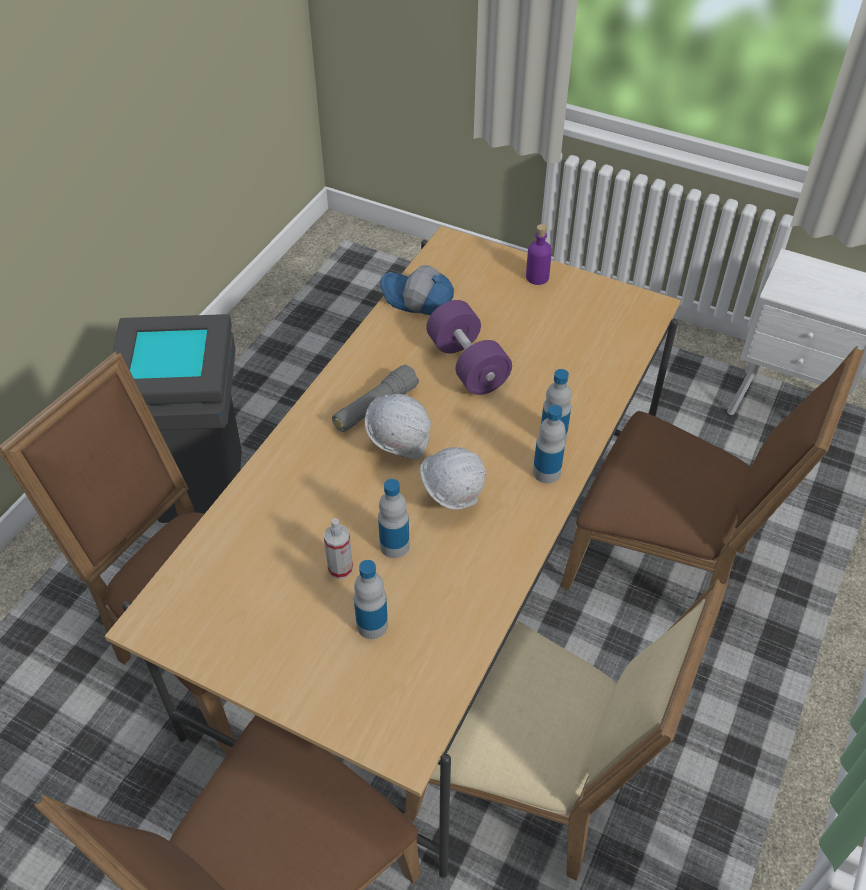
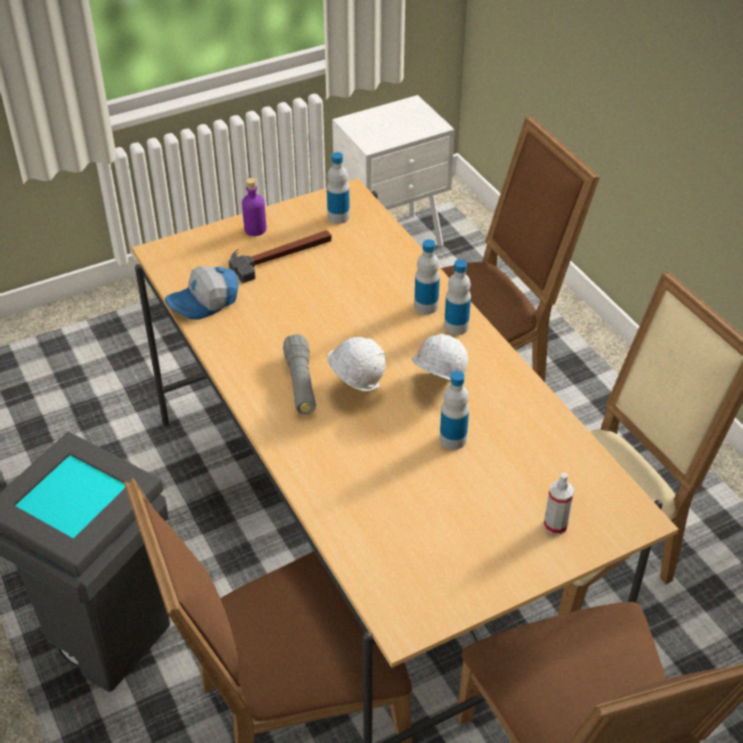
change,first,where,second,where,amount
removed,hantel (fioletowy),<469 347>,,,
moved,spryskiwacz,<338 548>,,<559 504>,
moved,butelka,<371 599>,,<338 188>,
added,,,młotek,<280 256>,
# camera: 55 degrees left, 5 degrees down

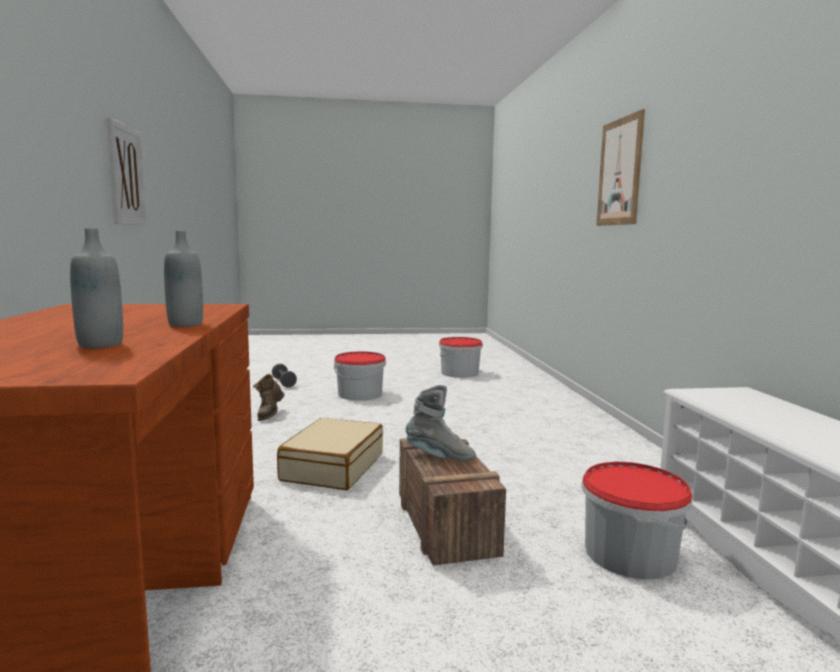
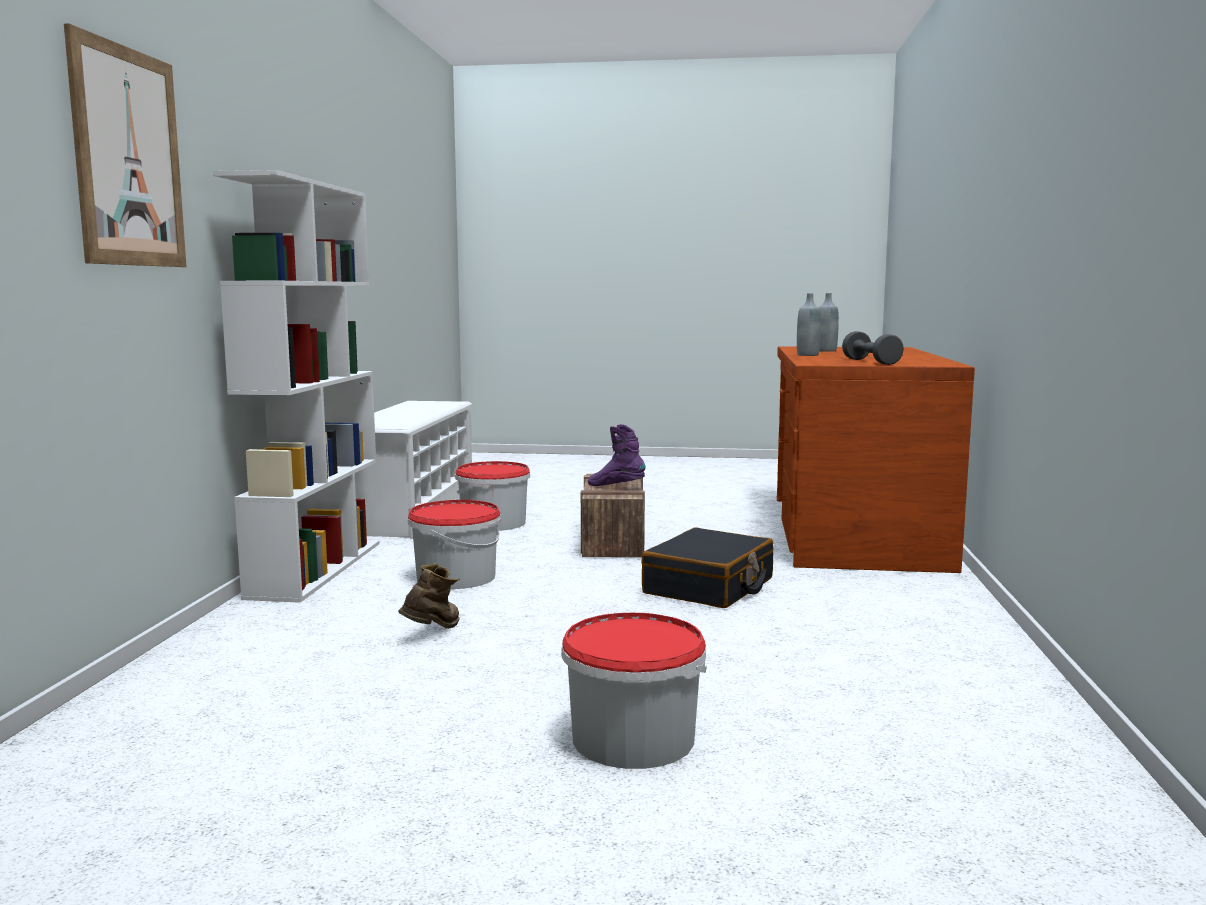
change,first,where,second,where,amount
removed,obraz,<126 171>,,,
moved,wiadro,<461 357>,,<454 544>,
moved,hantel (szary),<284 375>,,<873 348>,
moved,but z cholewką (brązowy),<269 397>,,<429 596>,
recoloured,but z cholewką (szary),<441 423>,but z cholewką (fioletowy),<616 455>,
recoloured,walizka (beżowy),<330 454>,walizka (czarny),<707 567>,
added,,,regał (biały),<296 386>,
# camera: 165 degrees left, 0 degrees up

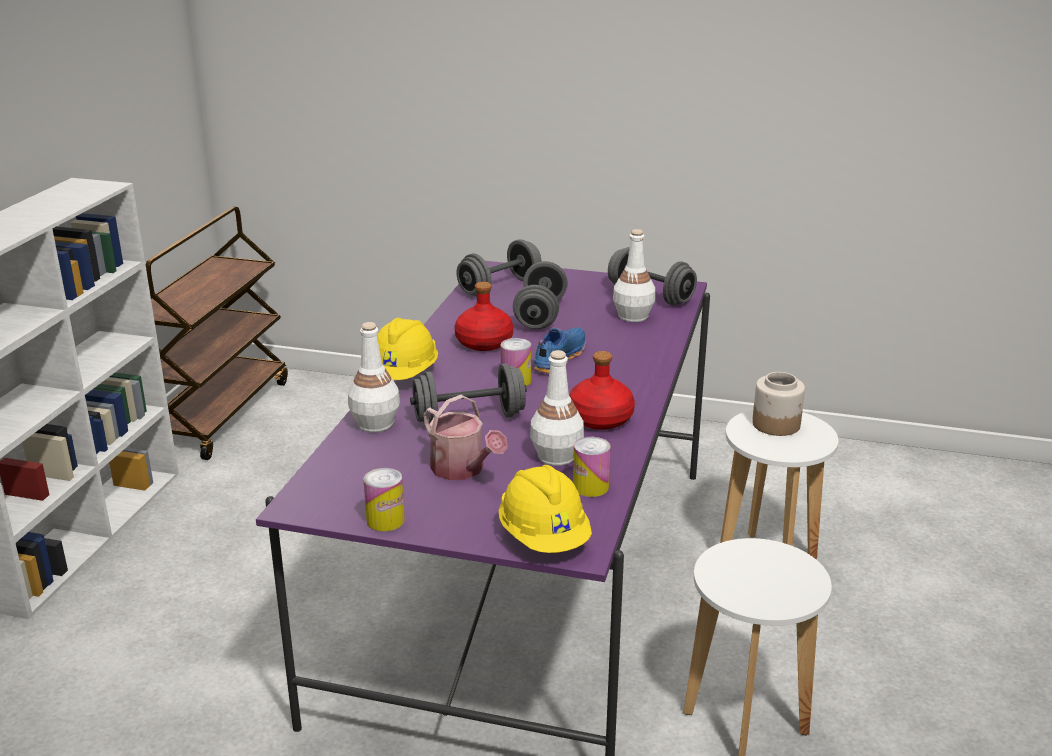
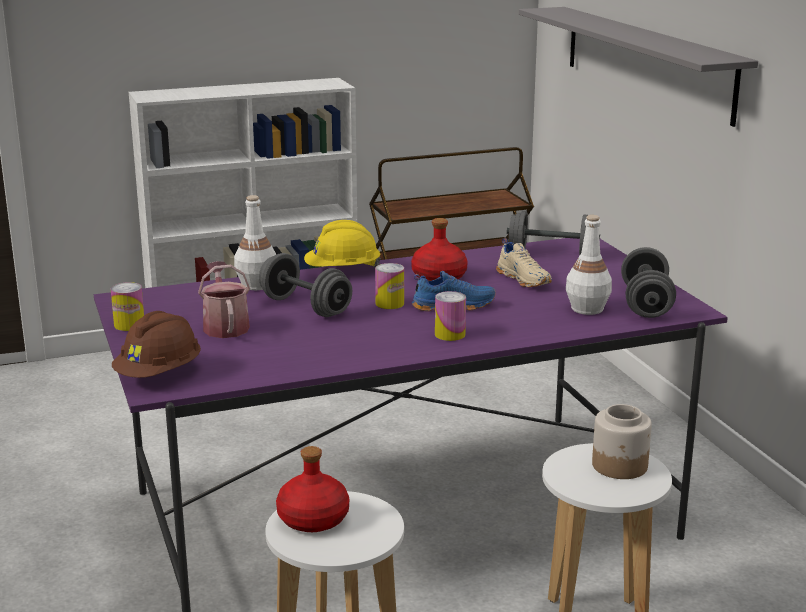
change,first,where,second,where,amount
replaced,hantel (szary),<540 295>,but (beżowy),<524 262>,
removed,butelka (biały),<557 408>,,,
moved,butelka (czerwony),<602 390>,,<312 489>,
turned,konewka,<465 437>,,<224 299>,150 degrees clockwise
moved,puszka,<592 467>,,<450 316>,
recoloured,kask (żółty),<545 509>,kask (brązowy),<156 344>,
added,,,półka (szary),<638 67>,
# camera: 55 degrees right, 5 degrees down

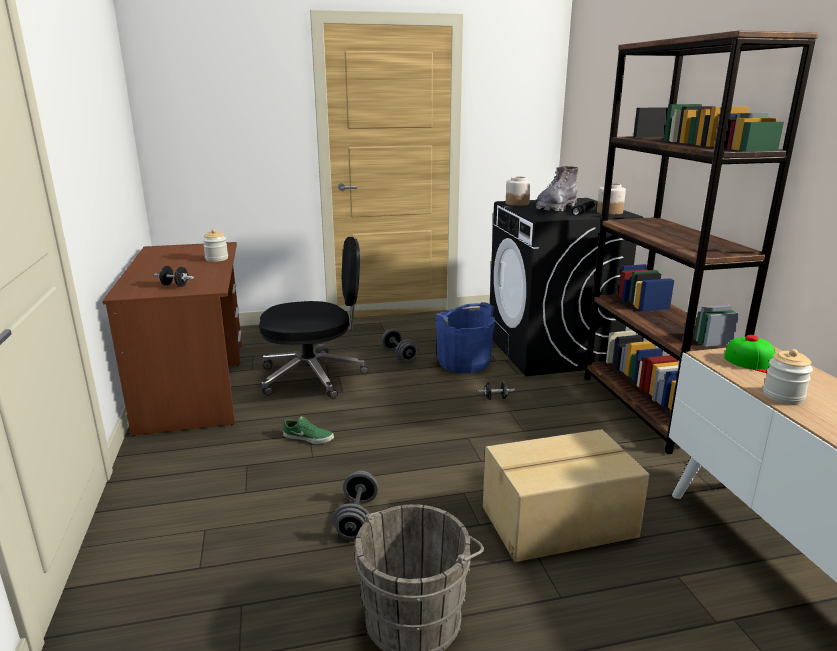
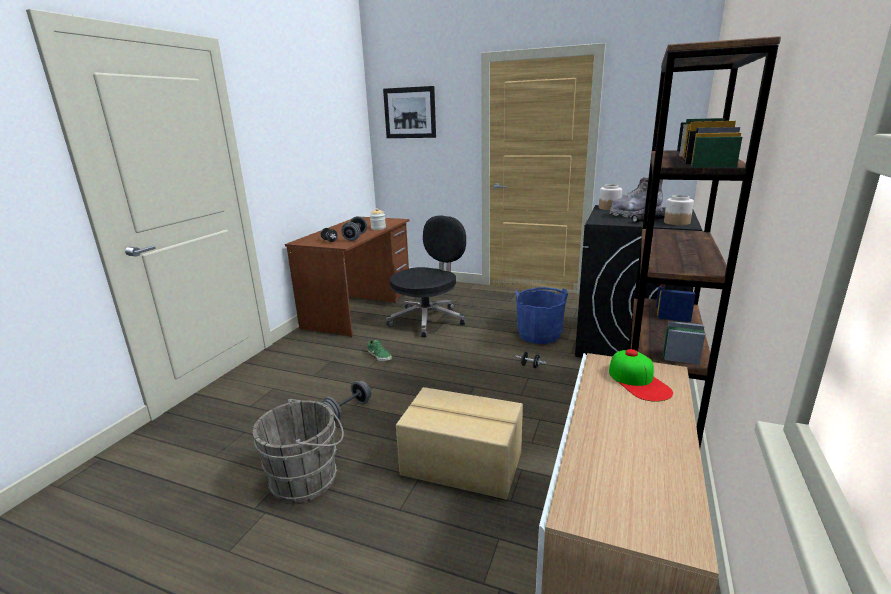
change,first,where,second,where,amount
turned,krzesło biurowe (czarny),<314 318>,,<426 276>,75 degrees counterclockwise
moved,hantel (szary),<399 345>,,<354 228>,
removed,słoik,<788 376>,,,
added,,,obraz,<409 112>,
# camera: 35 degrees right, 0 degrees up

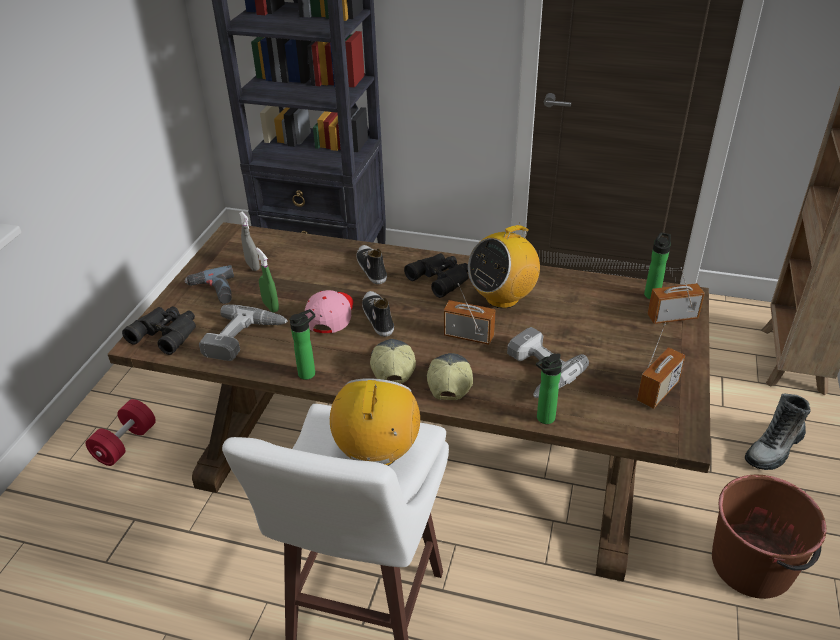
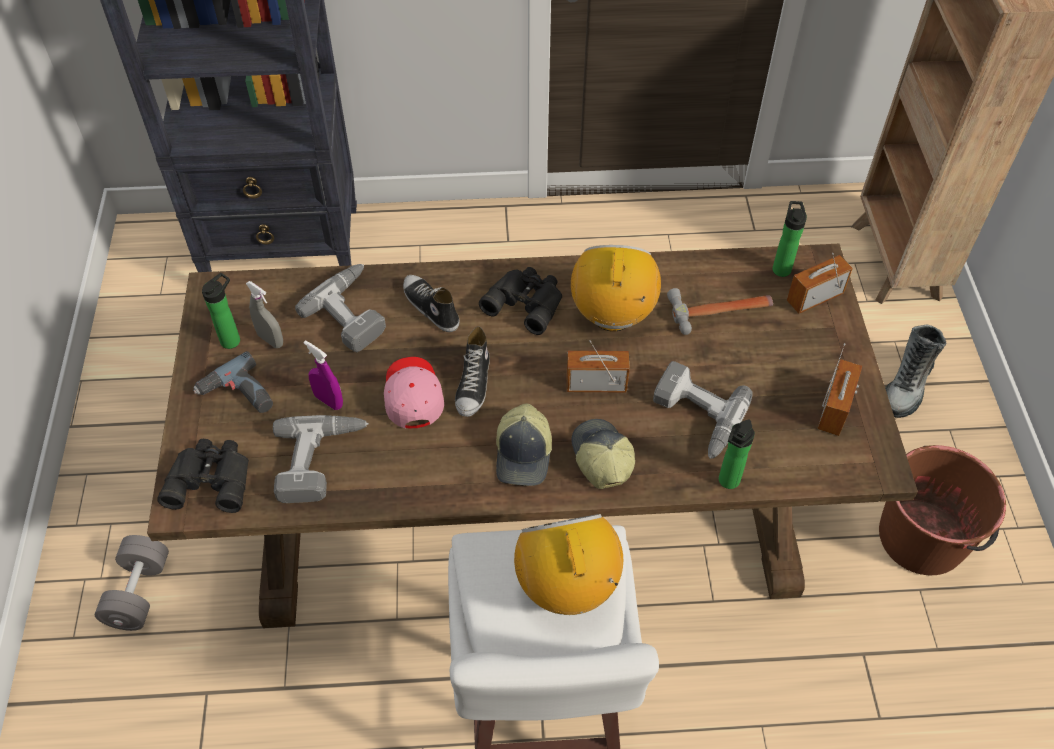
change,first,where,second,where,amount
turned,radio,<504 266>,,<616 288>,150 degrees clockwise
recoloured,spryskiwacz (zielony),<267 279>,spryskiwacz (fioletowy),<323 375>,
turned,but,<378 314>,,<472 371>,135 degrees counterclockwise
moved,butelka,<302 344>,,<221 311>,
turned,czapka z daszkiem,<393 361>,,<524 444>,150 degrees counterclockwise
recoloured,hantel (czerwony),<120 432>,hantel (szary),<132 583>,
added,,,wiertarka,<340 308>,
added,,,młotek,<720 311>,
# camera: 20 degrees left, 15 degrees up

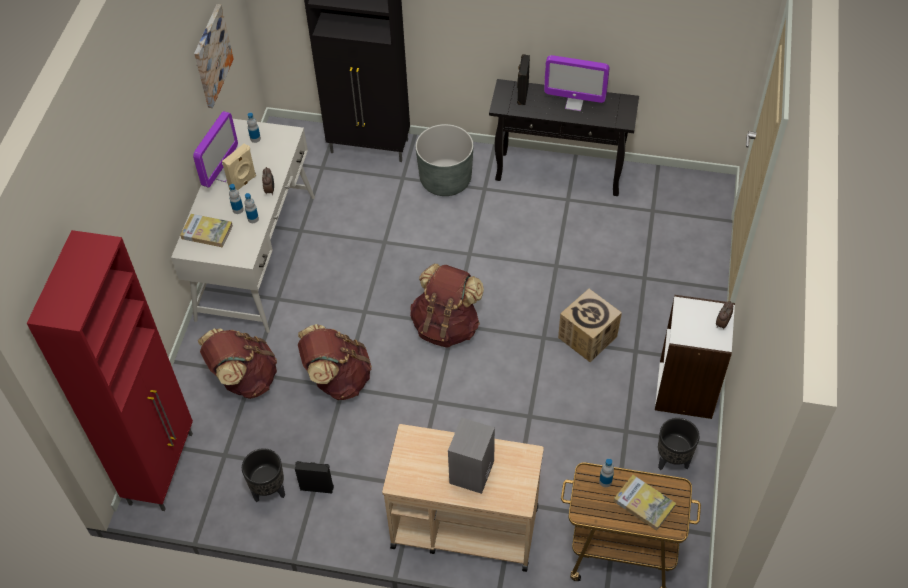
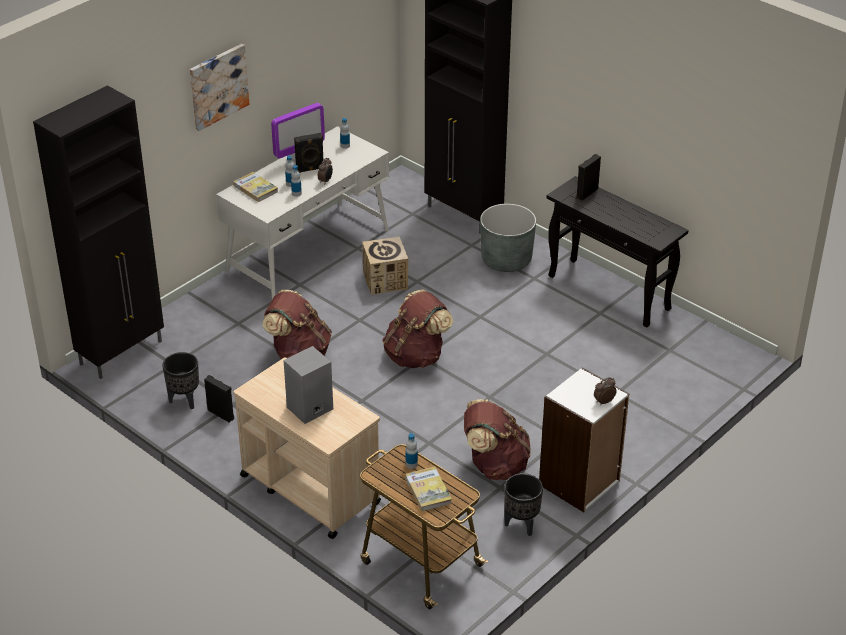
change,first,where,second,where,amount
moved,obraz,<214 56>,,<220 87>,
removed,monitor,<577 83>,,,
recoloured,głośnik (beżowy),<239 166>,głośnik (czarny),<309 153>,
recoloured,szafka (czerwony),<110 370>,szafka (czarny),<98 232>,
moved,karton,<590 325>,,<385 265>,
moved,plecak (brązowy),<237 363>,,<497 439>,
# camera: 30 degrees right, 15 degrees down

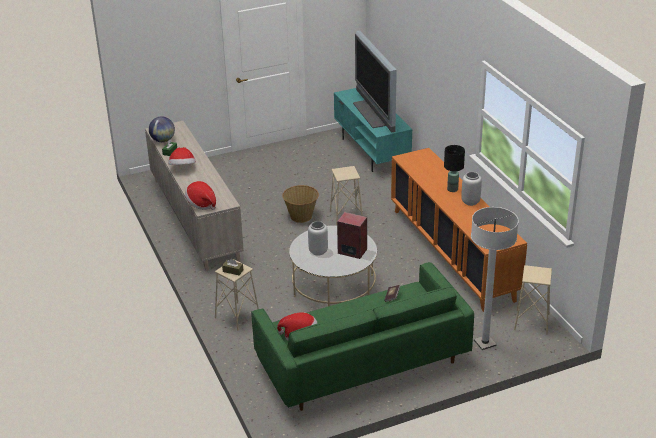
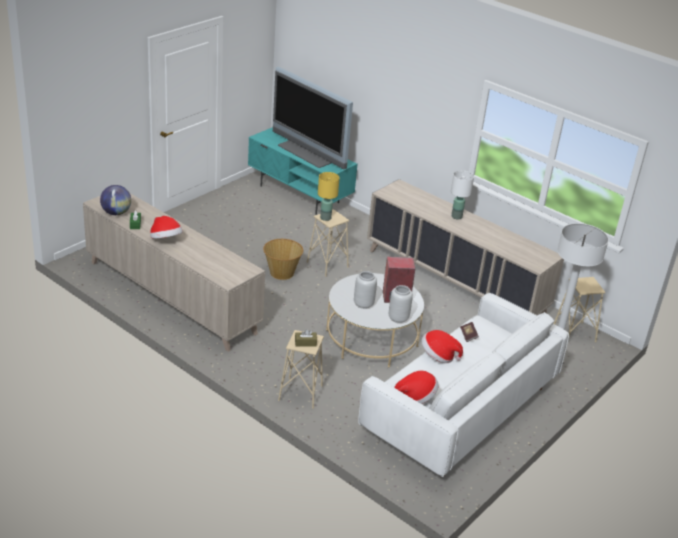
change,first,where,second,where,amount
recoloured,lampa stołowa (czarny),<454 168>,lampa stołowa (biały),<462 194>,
recoloured,szafka (pomarańczowy),<459 230>,szafka (beżowy),<465 247>,
moved,wazon (szary),<471 189>,,<401 304>,
moved,kapelusz,<200 195>,,<442 346>,
recoloured,kanapa (zielony),<362 336>,kanapa (biały),<463 385>,
added,,,lampa stołowa (żółty),<329 196>,
# camera: 30 degrees left, 0 degrees up

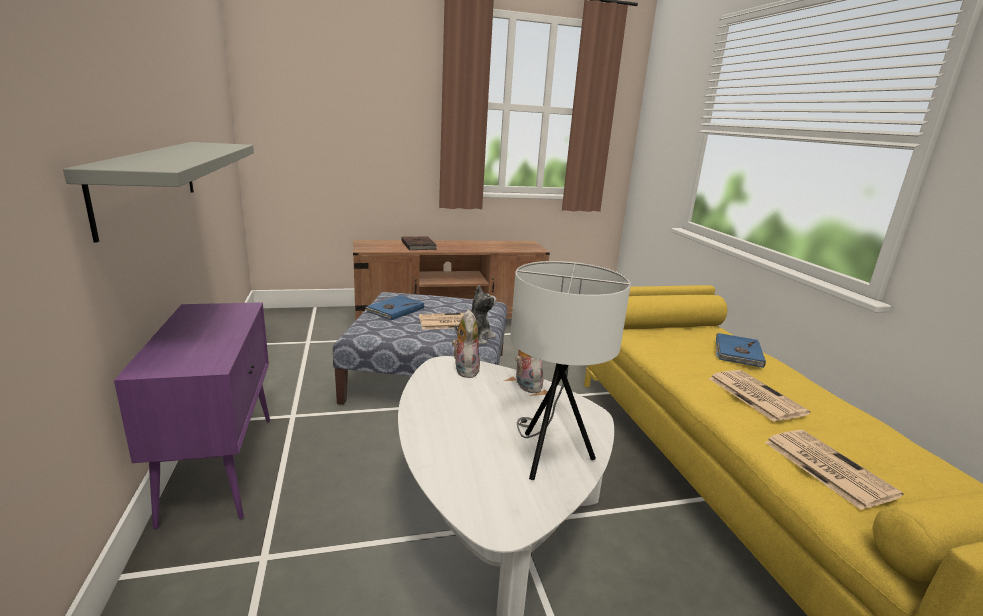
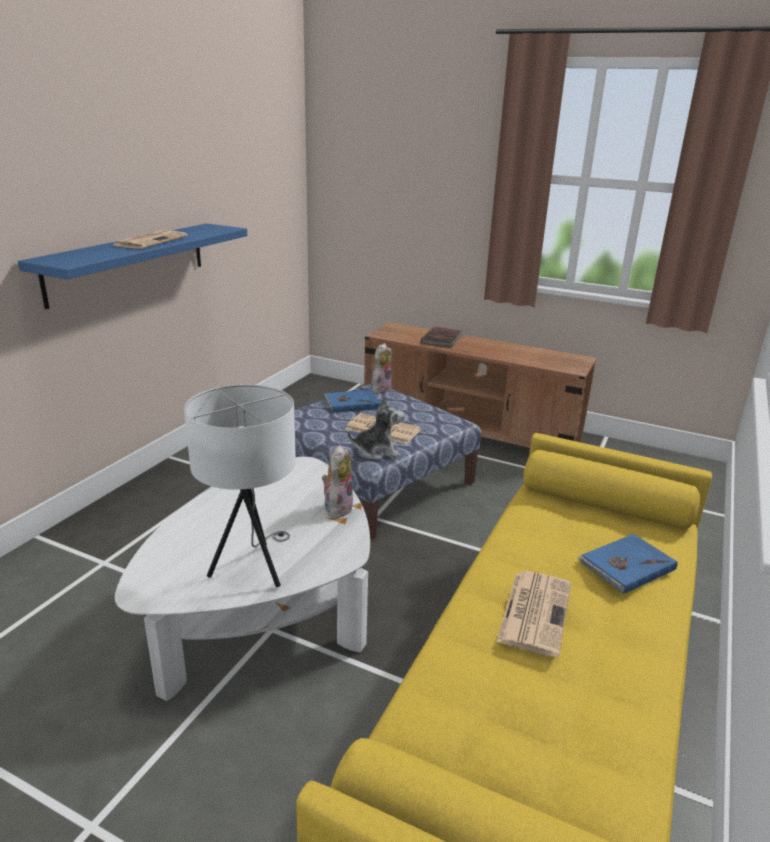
change,first,where,second,where,amount
recoloured,półka (szary),<158 192>,półka (niebieski),<132 266>,
removed,szafka (fioletowy),<192 415>,,,
moved,pluszak,<466 343>,,<381 368>,
moved,gazeta,<834 469>,,<150 239>,
# camera: 40 degrees right, 5 degrees up

